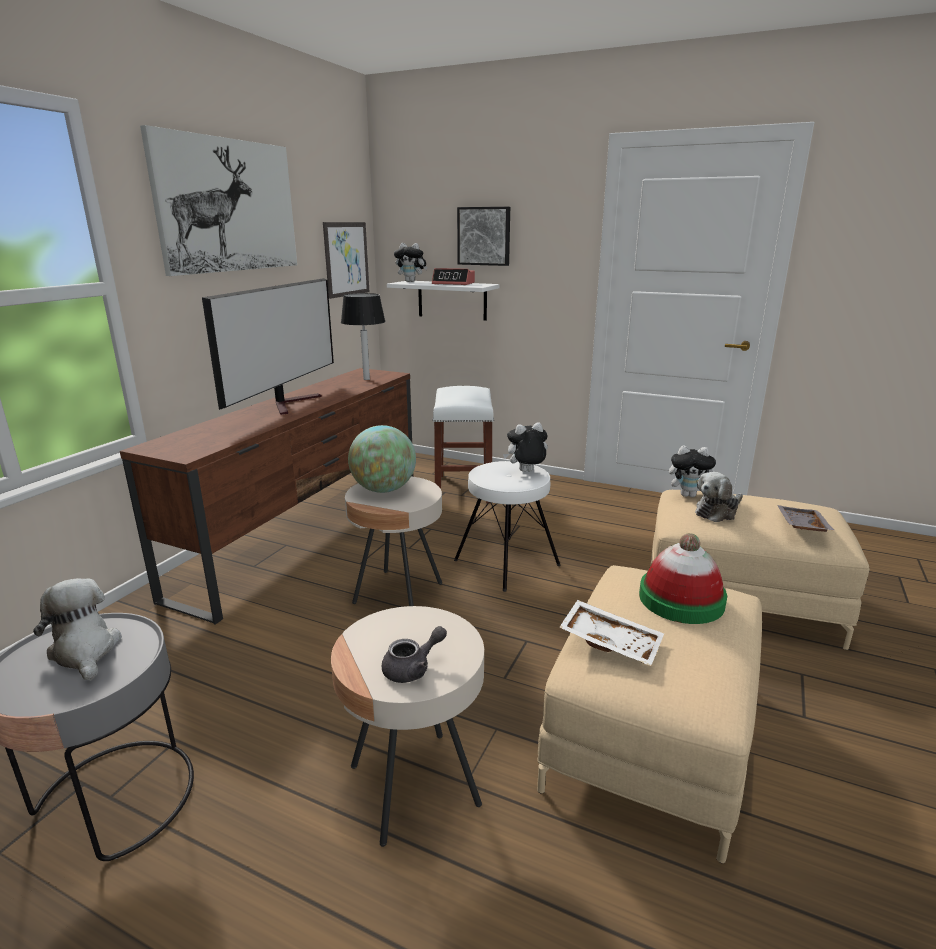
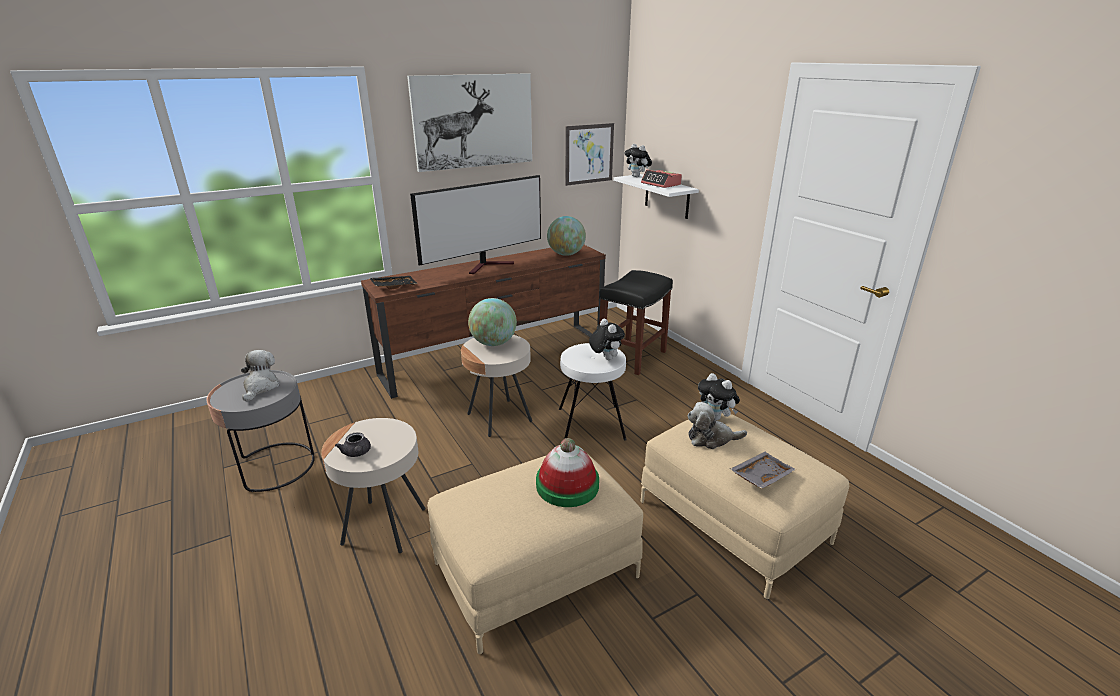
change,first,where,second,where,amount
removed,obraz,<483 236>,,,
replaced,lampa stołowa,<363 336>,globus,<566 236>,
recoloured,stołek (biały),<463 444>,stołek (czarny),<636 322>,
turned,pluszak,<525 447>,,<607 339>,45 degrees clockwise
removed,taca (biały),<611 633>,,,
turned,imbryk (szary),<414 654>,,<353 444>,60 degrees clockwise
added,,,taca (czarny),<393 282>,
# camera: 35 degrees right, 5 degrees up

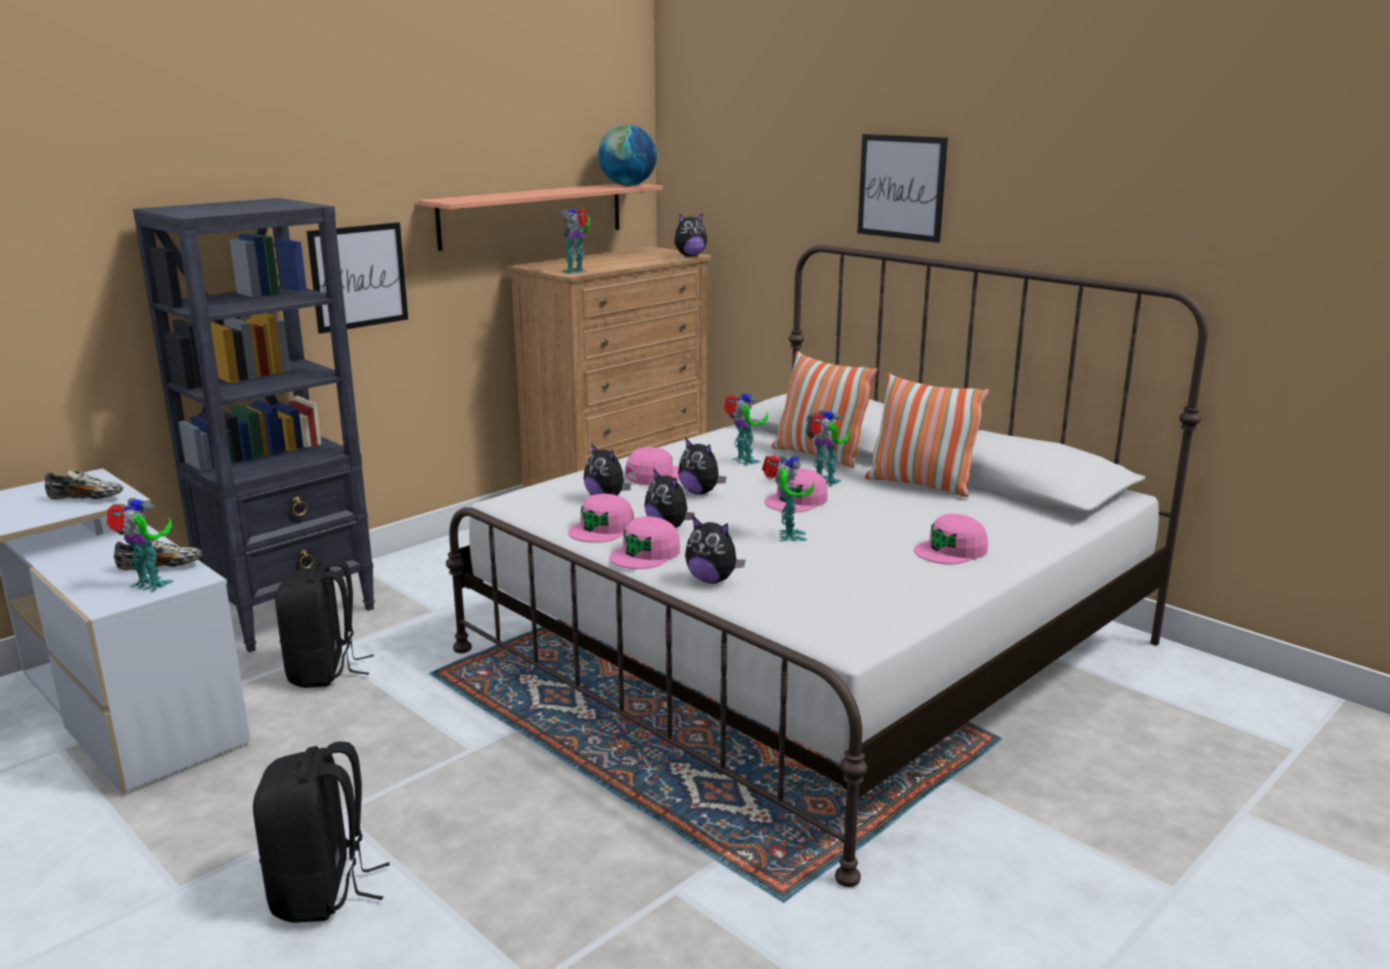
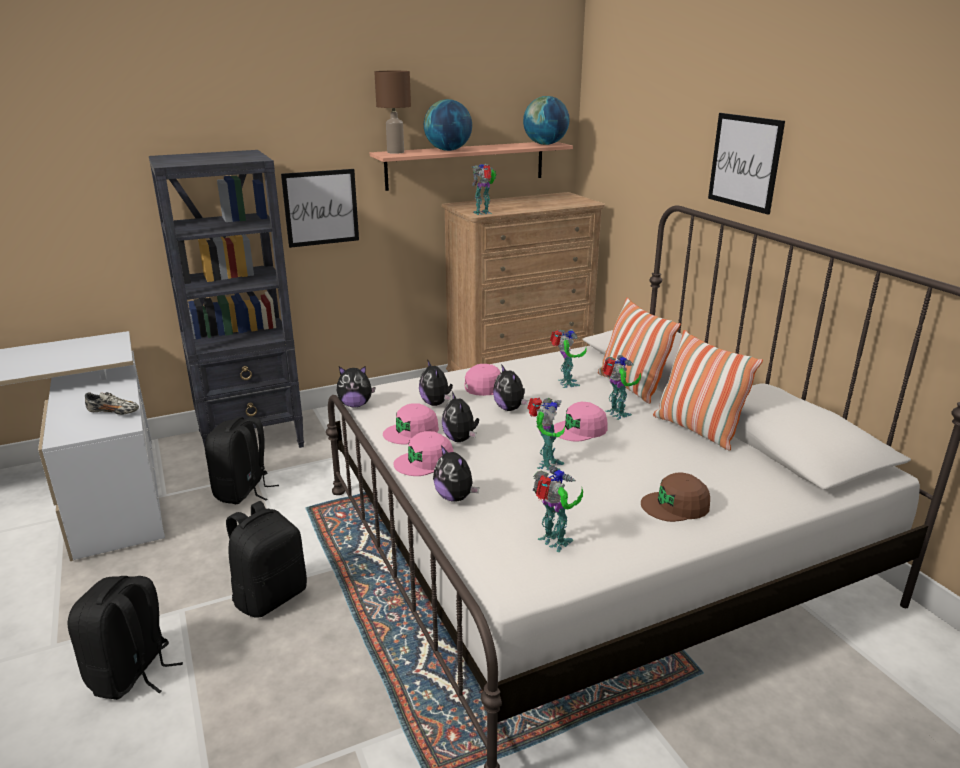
change,first,where,second,where,amount
moved,pluszak,<690 235>,,<356 387>,
removed,but,<84 485>,,,
moved,robot zabawkowy,<140 545>,,<558 509>,
recoloured,czapka z daszkiem (różowy),<951 539>,czapka z daszkiem (brązowy),<675 497>,
added,,,lampa stołowa (brązowy),<392 112>,
added,,,globus,<448 125>,
added,,,plecak (czarny),<266 559>,
# camera: 20 degrees right, 5 degrees up

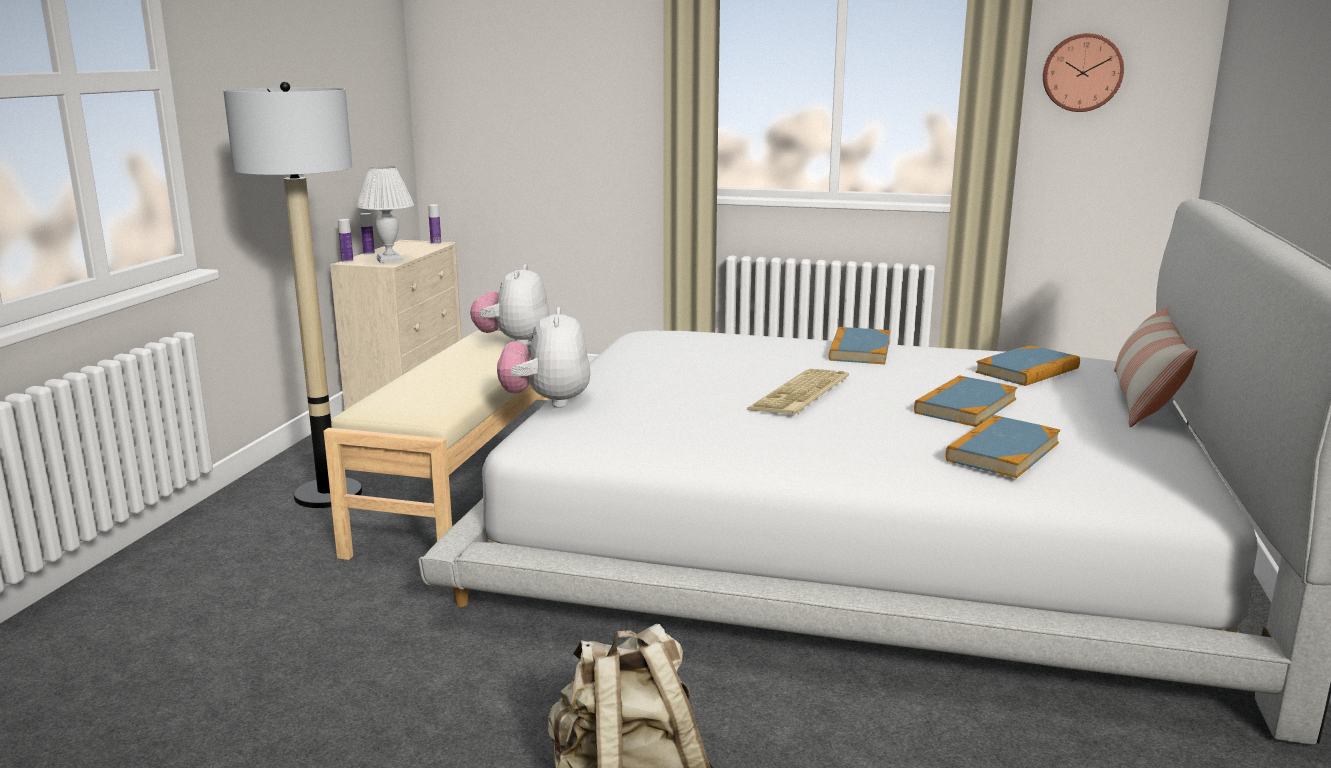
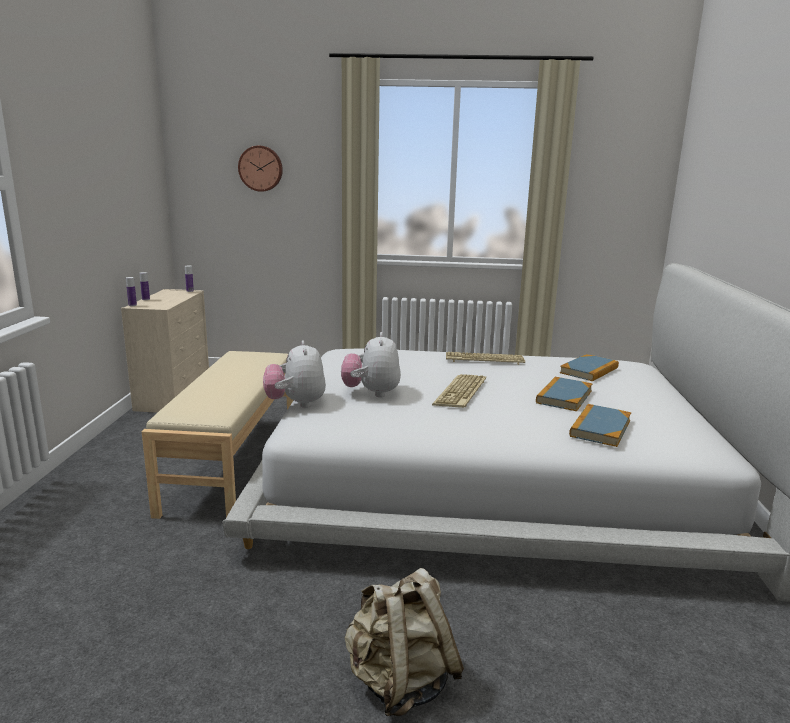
change,first,where,second,where,amount
moved,zegar ścienny,<1083 72>,,<260 169>,
removed,lampa stojąca,<292 295>,,,
removed,lampa stołowa (biały),<385 214>,,,
moved,pluszak,<510 304>,,<371 364>,
removed,poduszka,<1156 366>,,,
replaced,książka,<859 345>,klawiatura,<485 358>,
# camera: 10 degrees left, 0 degrees up

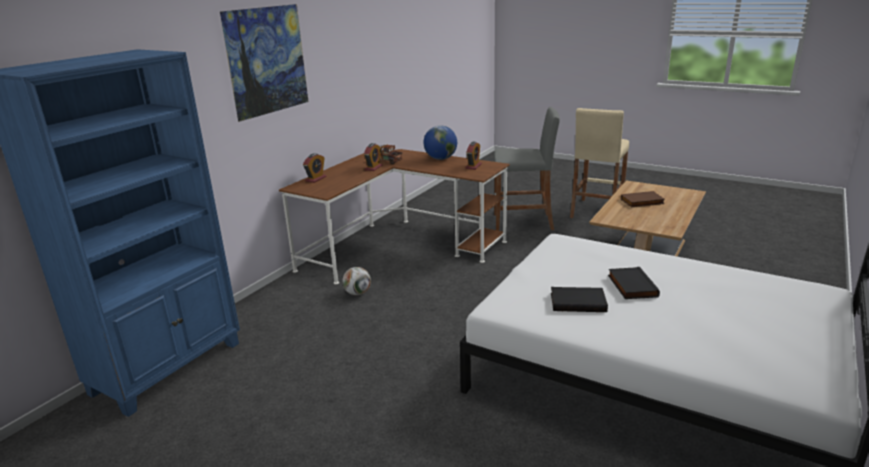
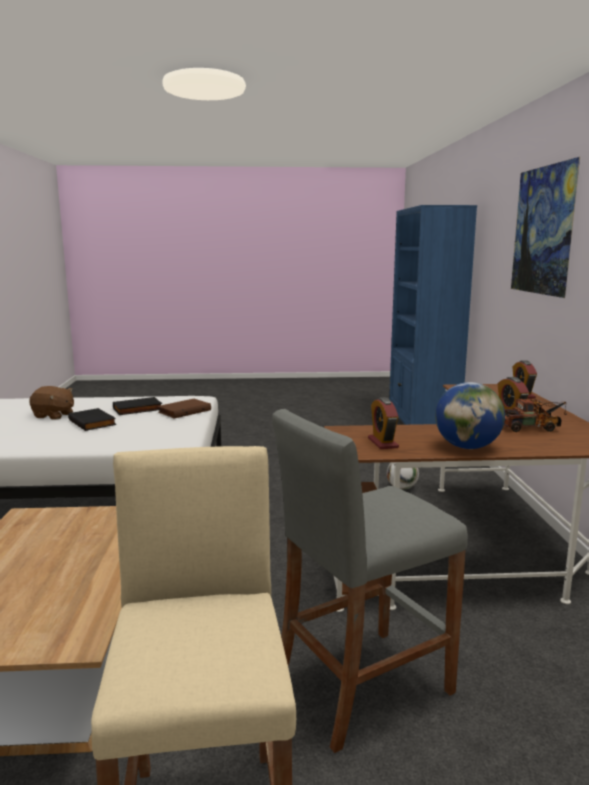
change,first,where,second,where,amount
moved,książka (brązowy),<643 199>,,<184 408>,
added,,,pluszak (brązowy),<51 403>,
# camera: 145 degrees right, 10 degrees down

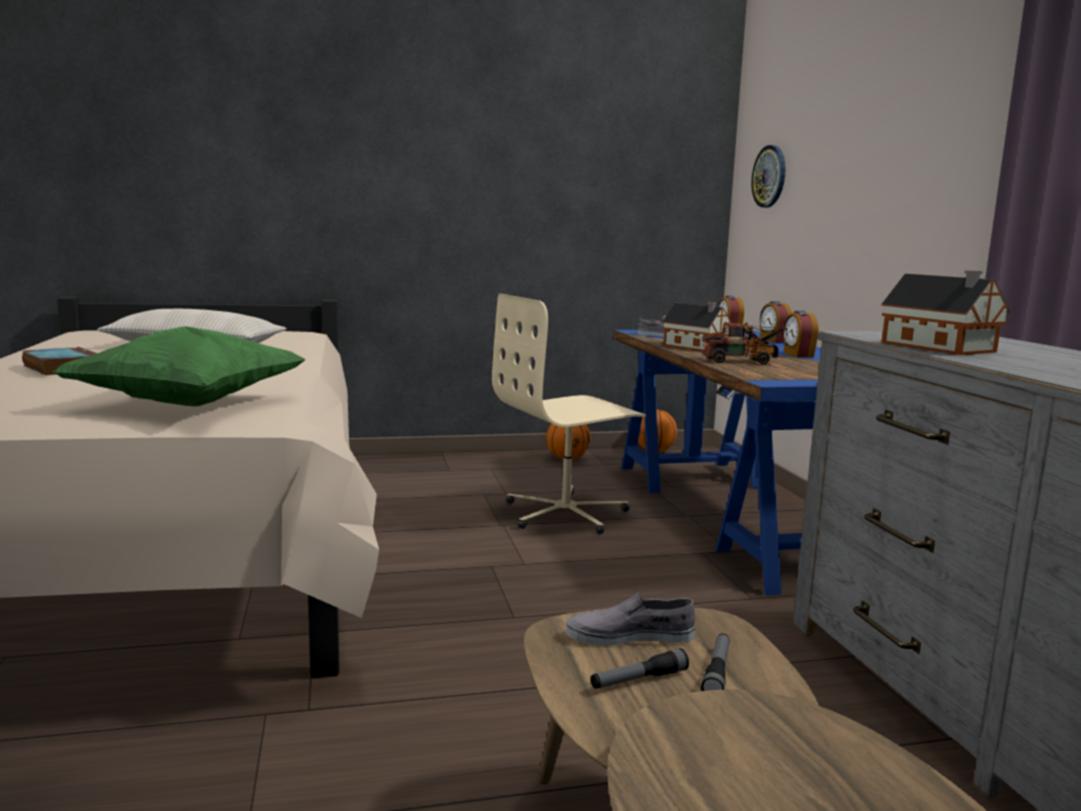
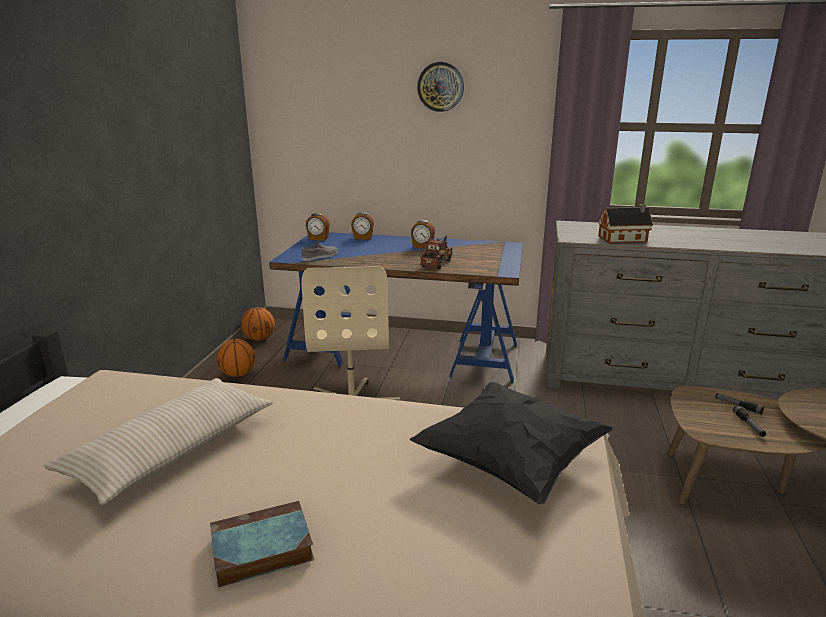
change,first,where,second,where,amount
moved,zegar ścienny,<768 176>,,<440 87>,
removed,domek,<696 326>,,,
recoloured,poduszka (zielony),<179 366>,poduszka (czarny),<511 443>,
removed,but (szary),<630 619>,,,
# camera: 65 degrees left, 10 degrees up

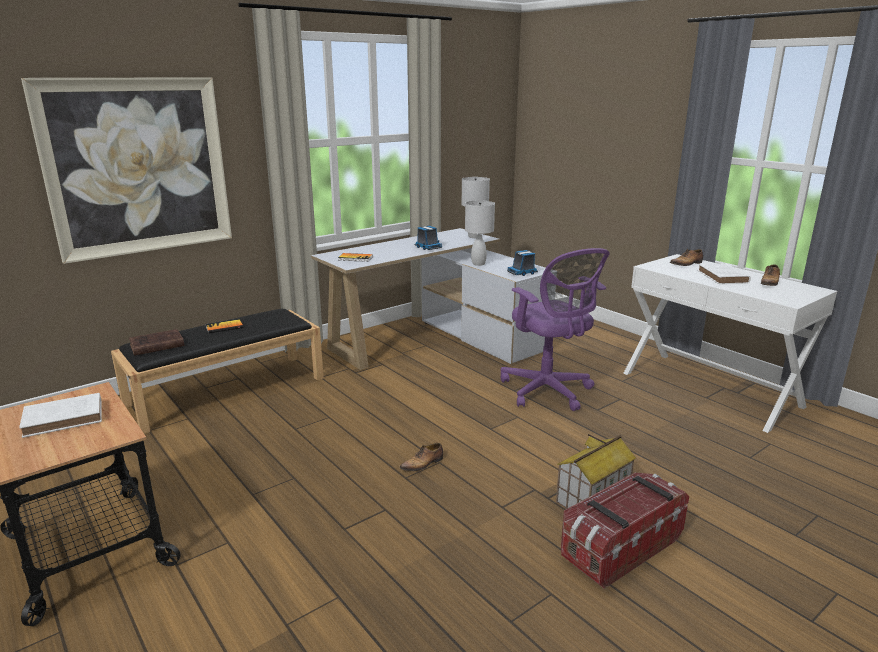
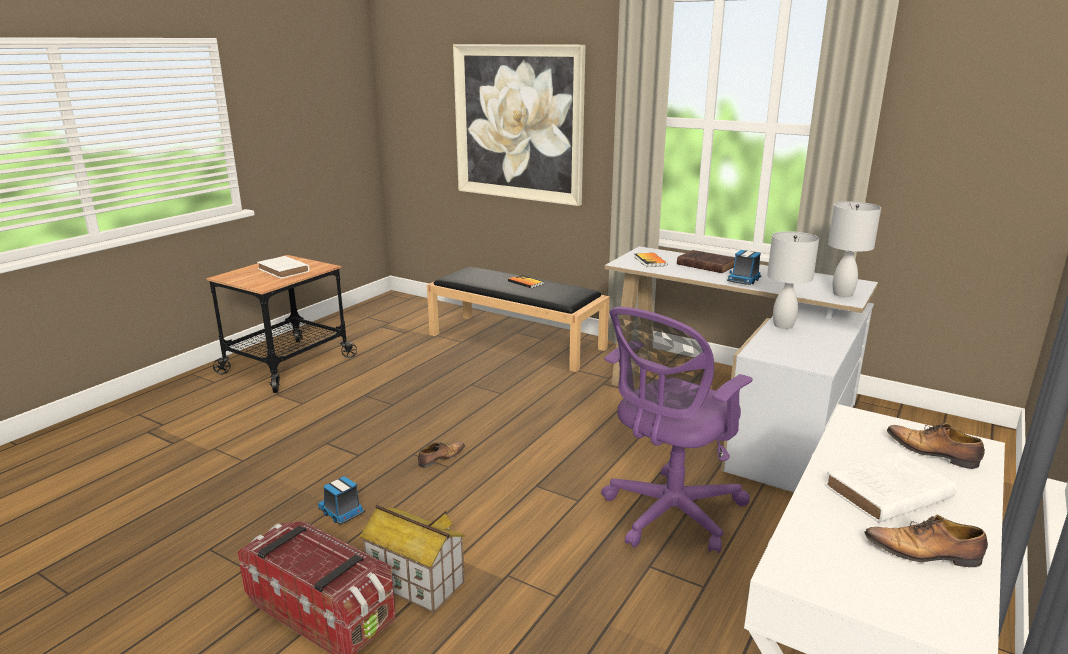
change,first,where,second,where,amount
moved,ciężarówka zabawkowa,<522 263>,,<341 500>,
moved,książka (brązowy),<156 342>,,<706 261>,
turned,but,<421 457>,,<441 455>,105 degrees clockwise
# camera: 70 degrees right, 0 degrees up

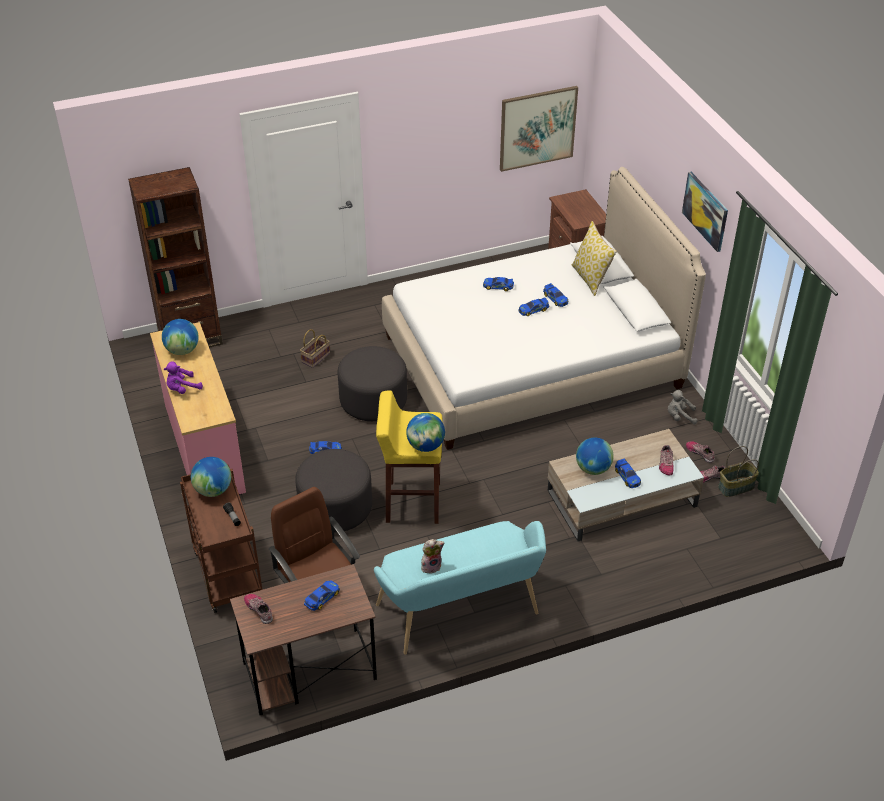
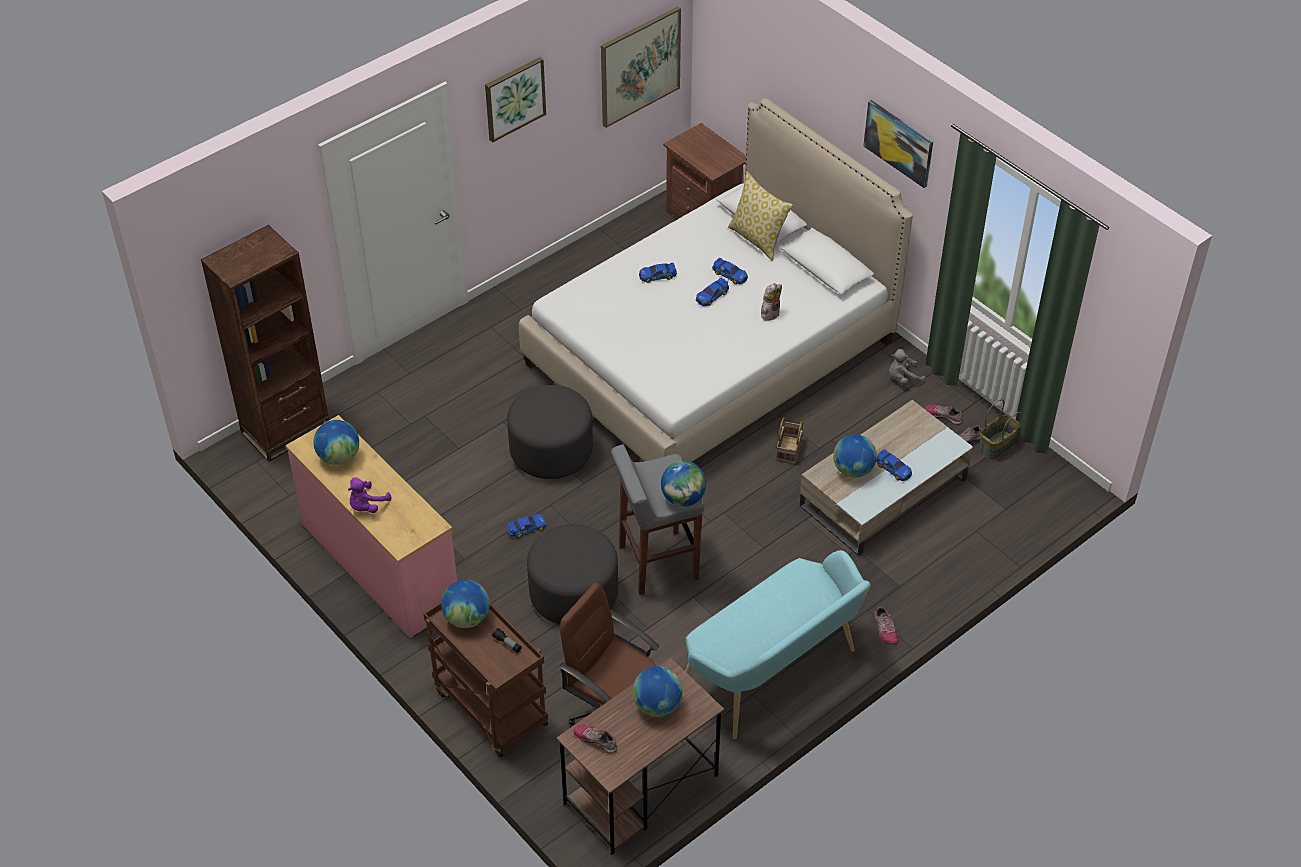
change,first,where,second,where,amount
moved,koszyk,<315 348>,,<790 440>,
recoloured,stołek (żółty),<409 457>,stołek (szary),<657 519>,
moved,but,<666 460>,,<886 626>,
moved,pluszak,<432 556>,,<771 302>,
replaced,samochodzik,<322 595>,globus,<658 691>,
added,,,obraz,<515 99>,
# camera: 20 degrees left, 5 degrees up

